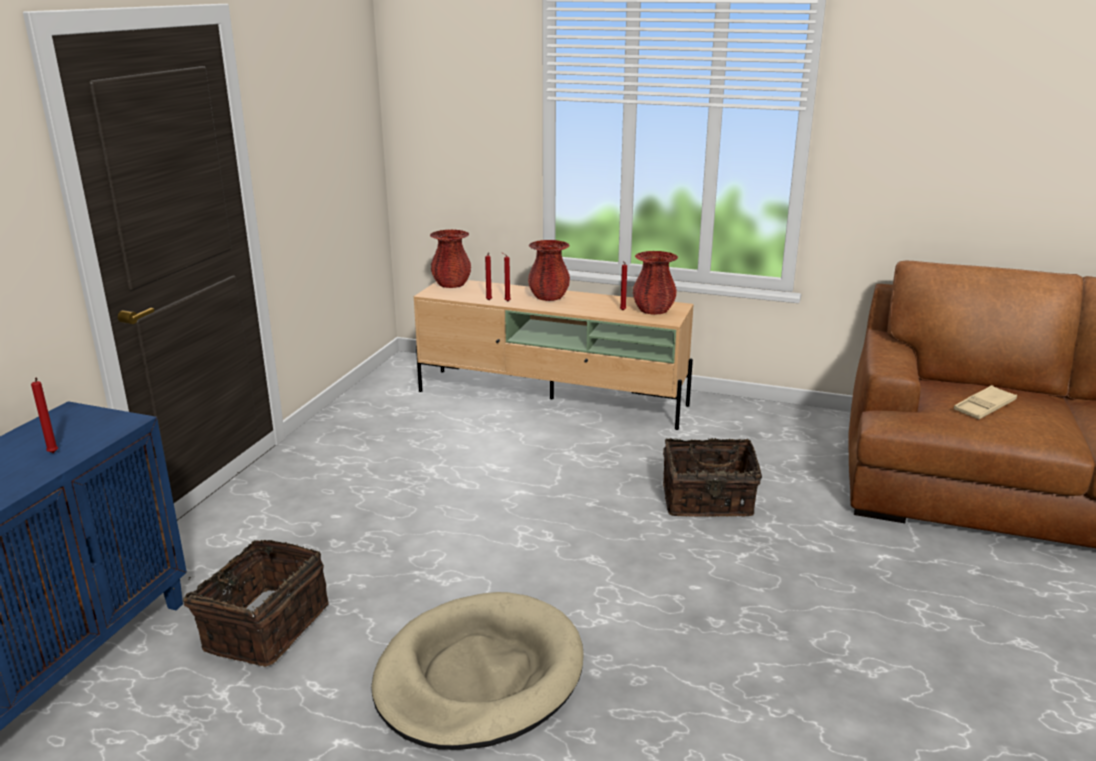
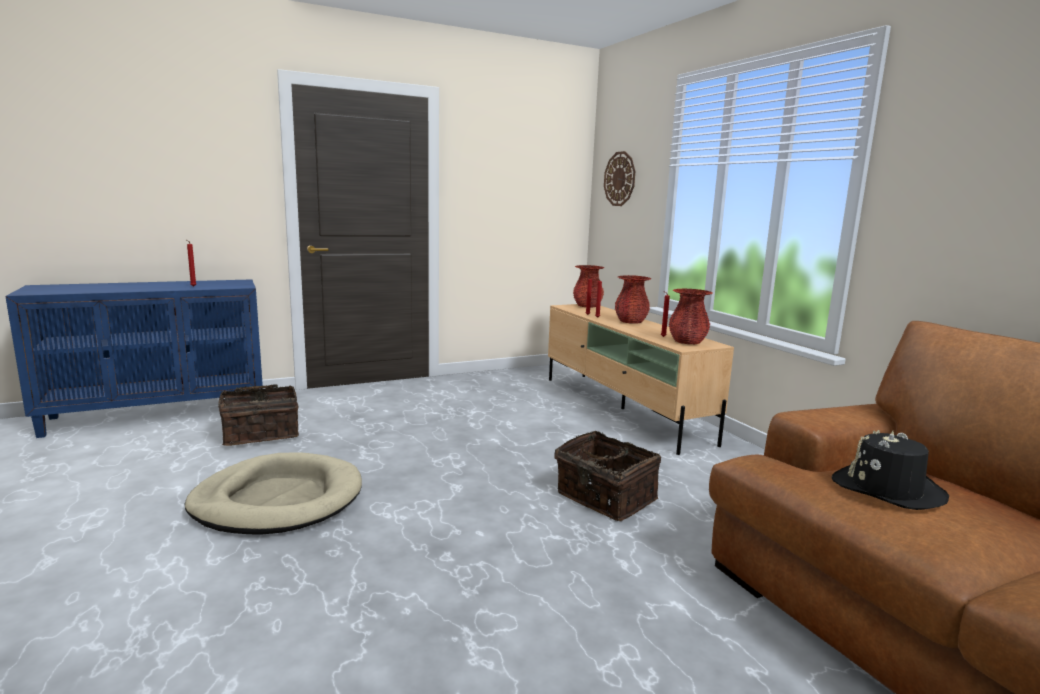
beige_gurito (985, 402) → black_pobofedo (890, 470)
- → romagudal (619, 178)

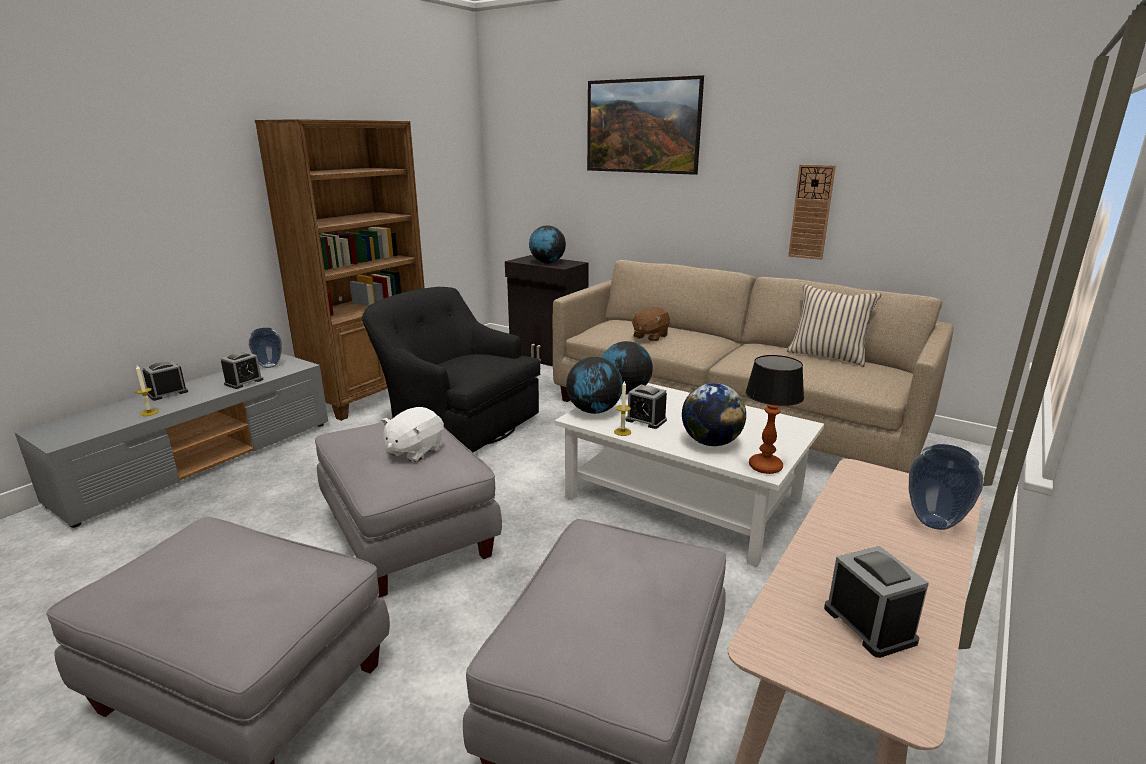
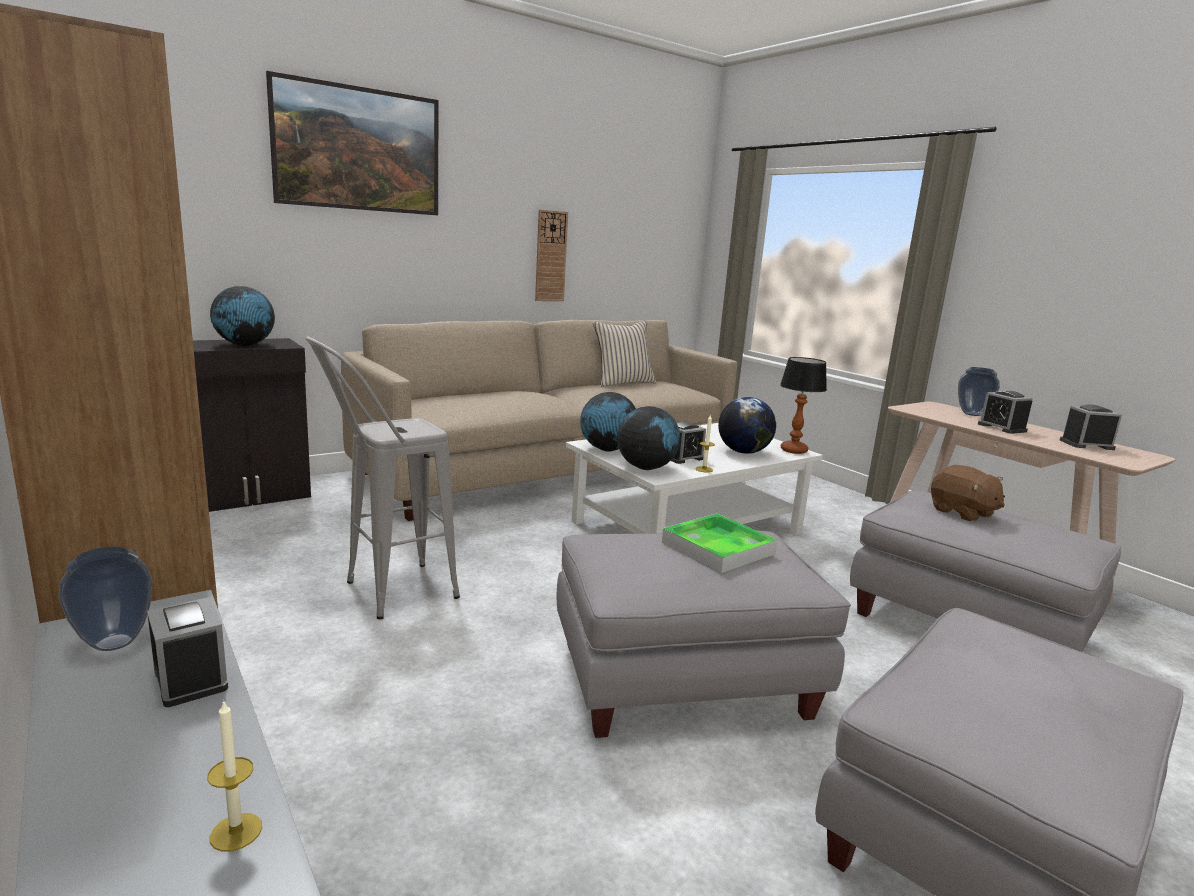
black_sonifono (451, 369) → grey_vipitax (382, 477)
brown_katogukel (650, 324) → brown_katogukel (968, 493), moved
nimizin (165, 381) → nimizin (1005, 412), moved
white_katogukel (412, 434) → gurito (719, 543)

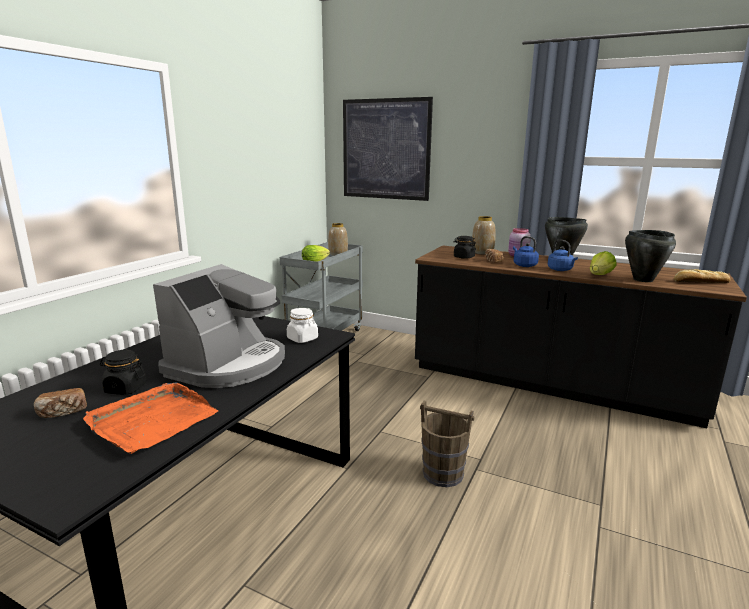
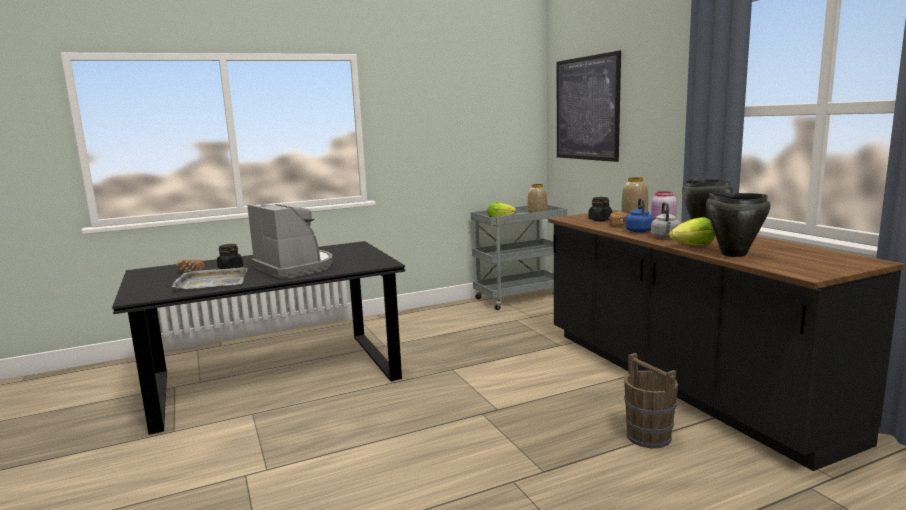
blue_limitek (563, 255) → grey_limitek (666, 220)
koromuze (219, 326) → koromuze (290, 241), 105 degrees counterclockwise
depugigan (702, 276) → -
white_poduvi (302, 325) → -
orange_gurito (151, 418) → grey_gurito (210, 278)
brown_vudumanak (447, 444) → brown_vudumanak (651, 401), moved

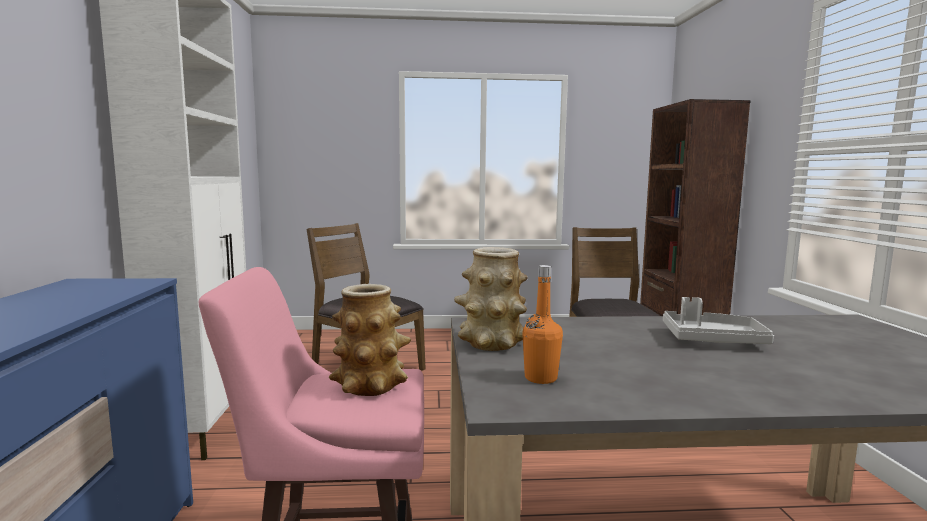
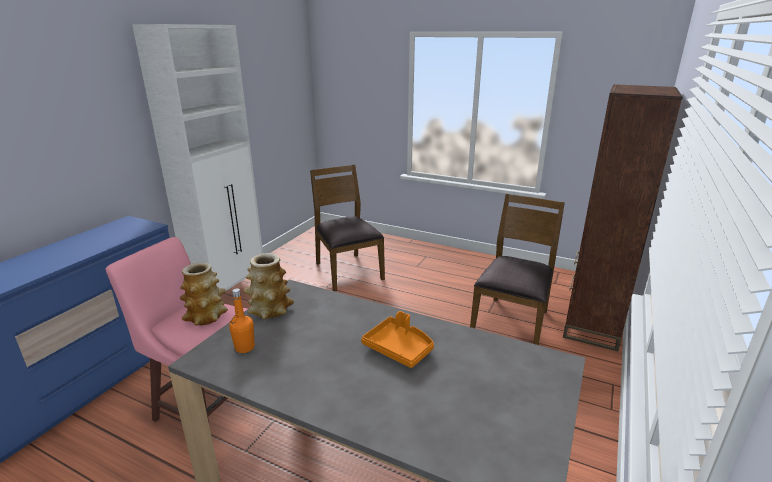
grey_gurito (718, 320) → orange_gurito (397, 339)

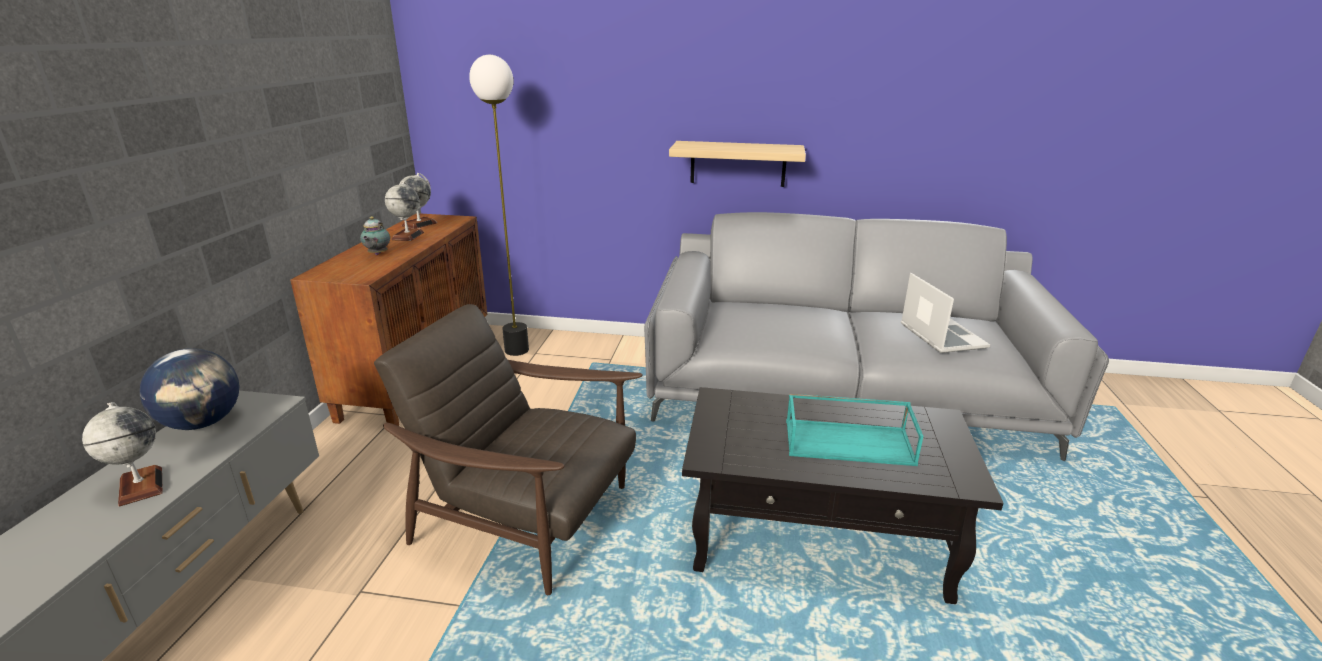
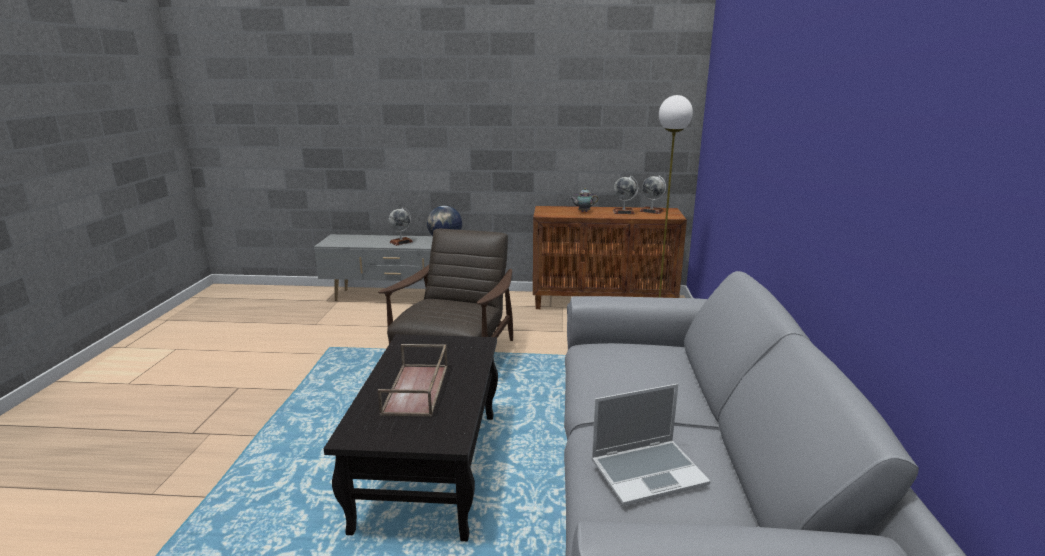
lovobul (737, 164) → -
turquoise_gurito (854, 430) → brown_gurito (413, 380)

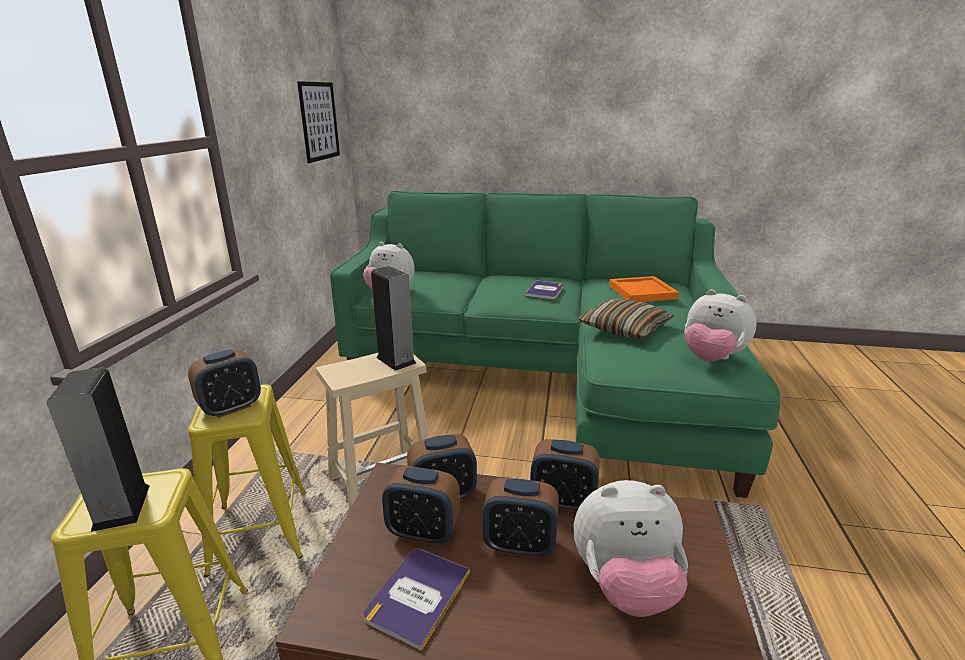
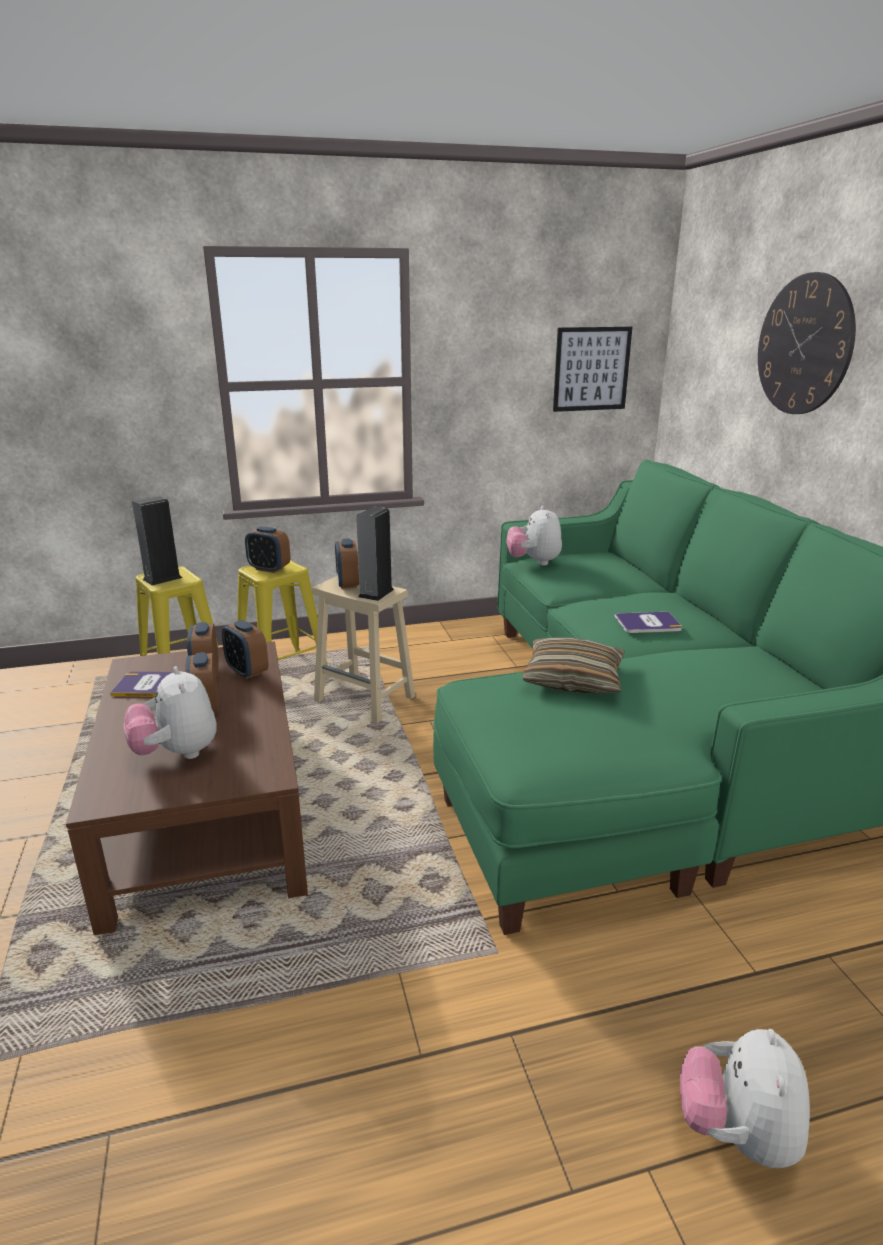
orange_gurito (644, 289) → -
katogukel (720, 325) → katogukel (745, 1098), moved
nimizin (565, 475) → nimizin (347, 563), moved
- → romagudal (807, 343)

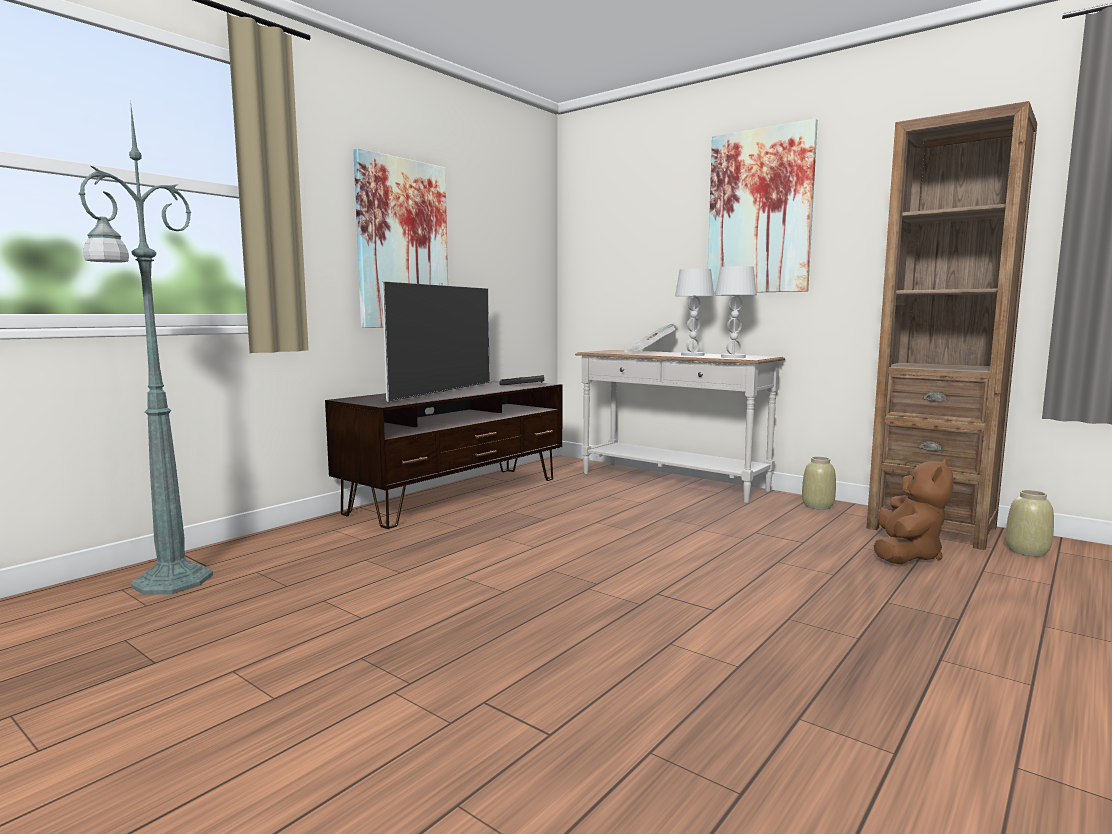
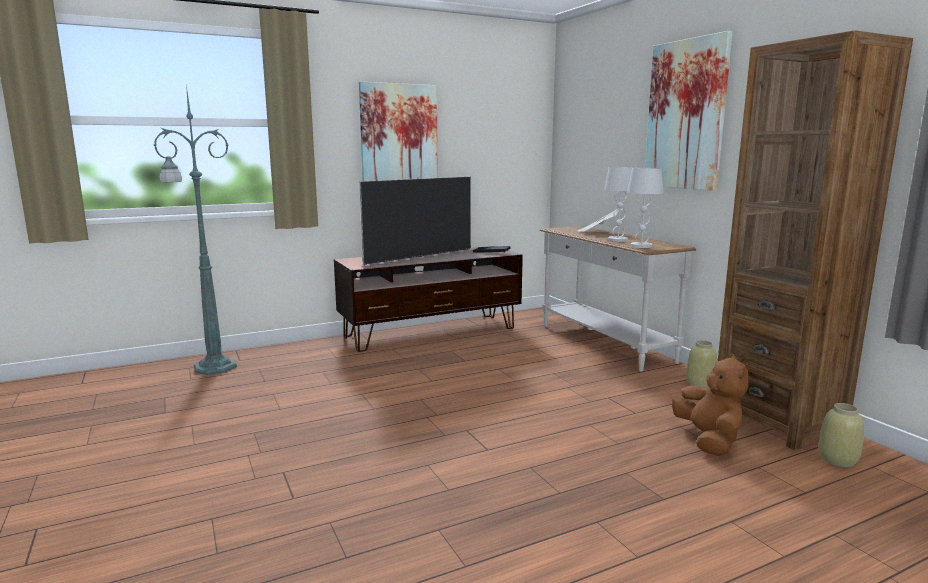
brown_katogukel (913, 511) → brown_katogukel (710, 405), 60 degrees counterclockwise

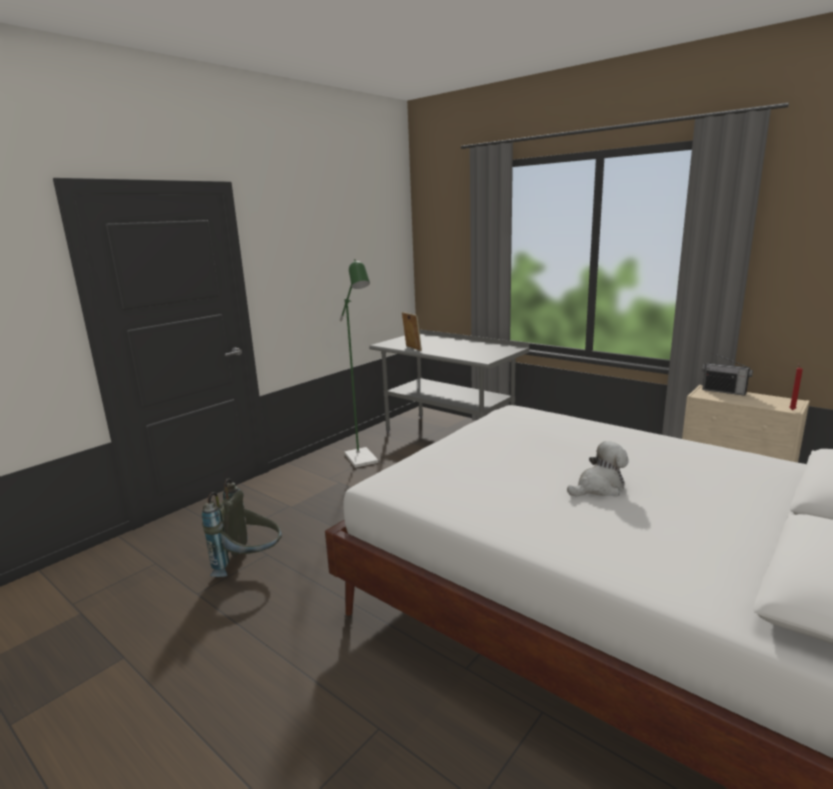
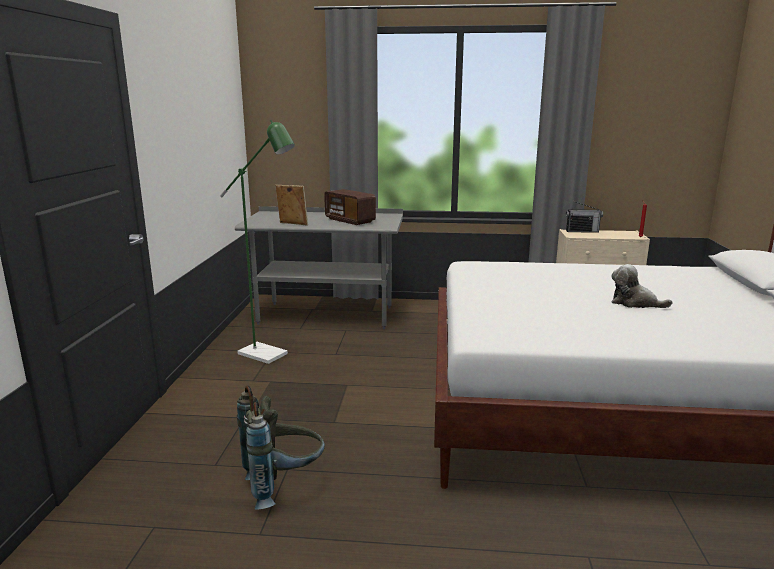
katogukel (598, 469) → katogukel (642, 286), 90 degrees counterclockwise
- → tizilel (350, 207)

